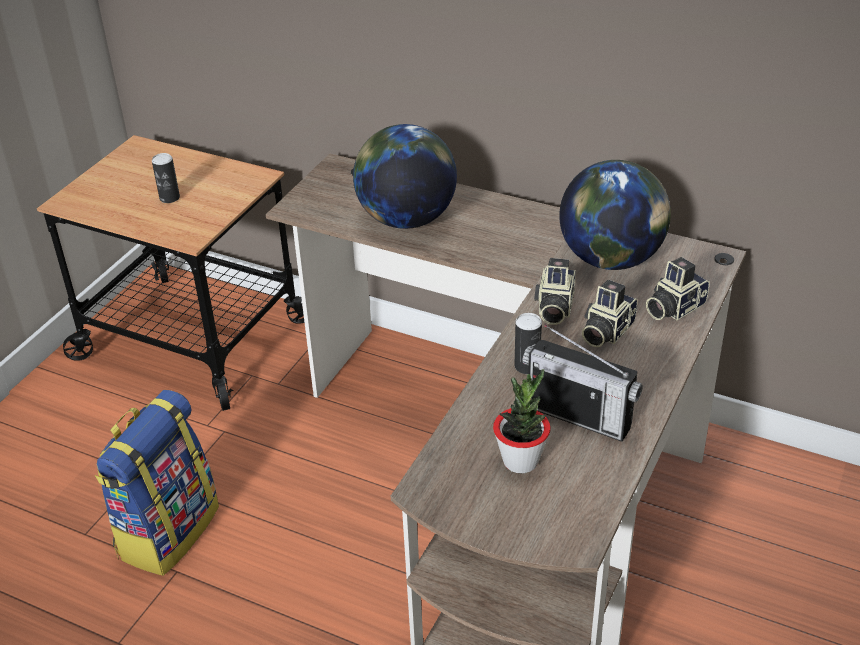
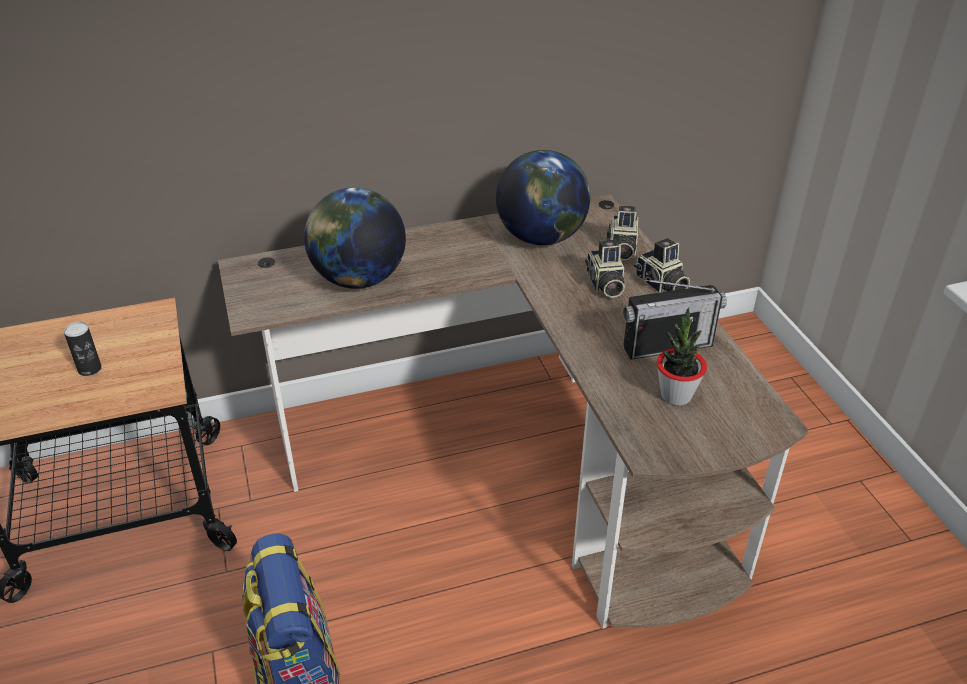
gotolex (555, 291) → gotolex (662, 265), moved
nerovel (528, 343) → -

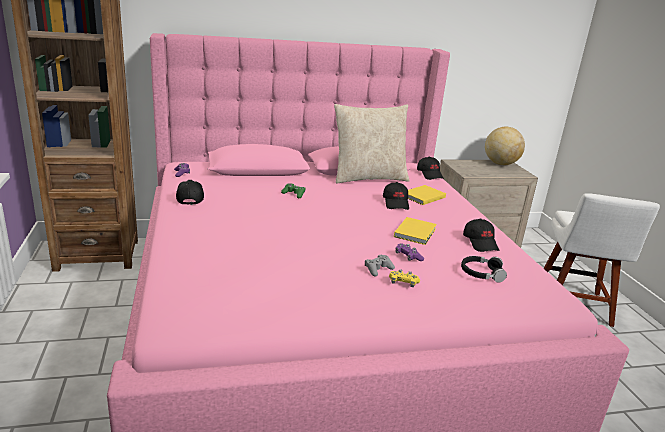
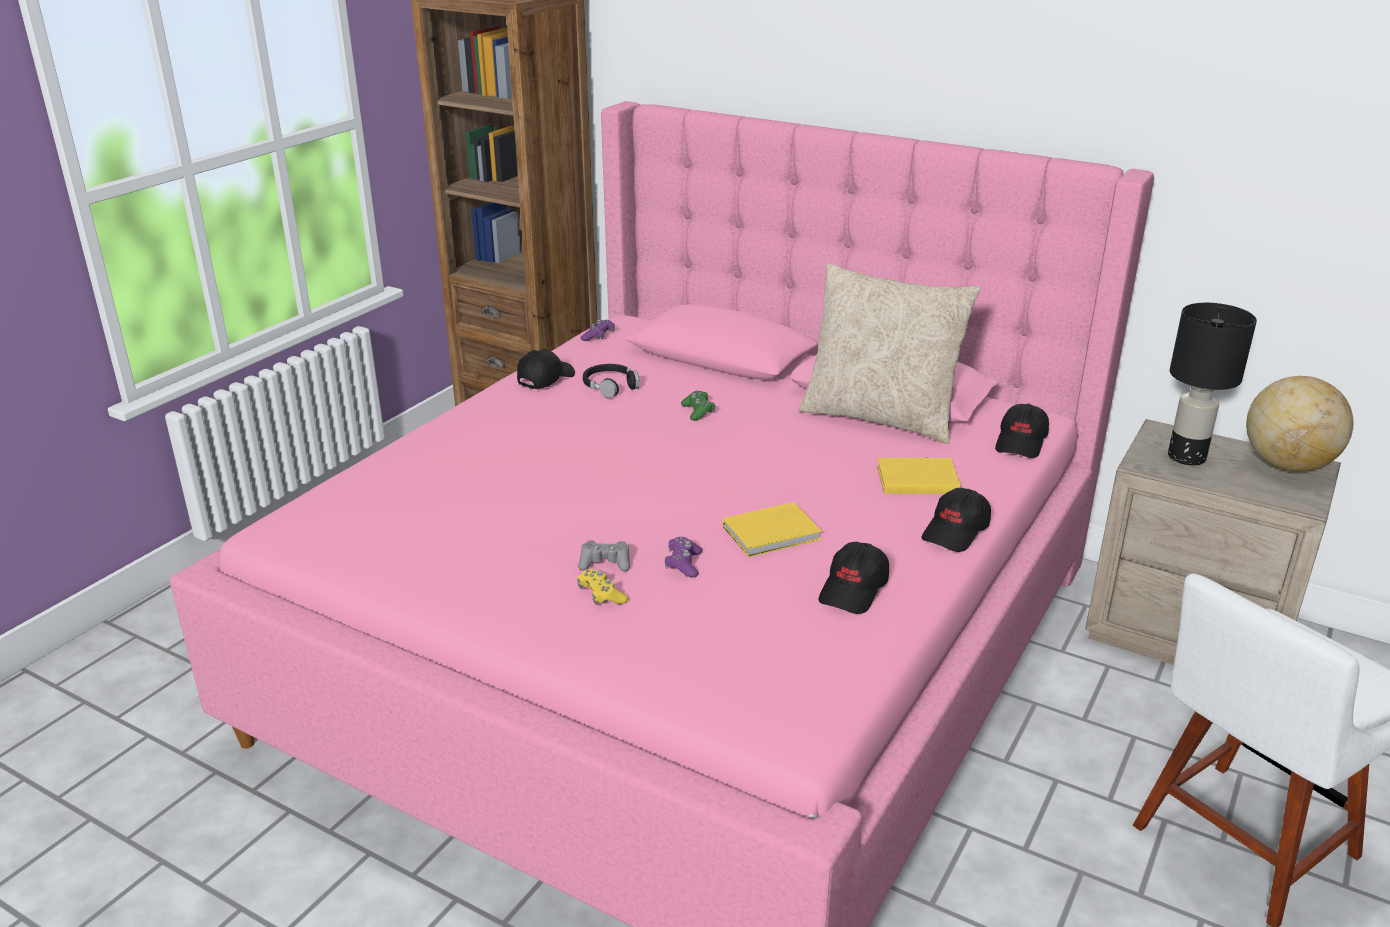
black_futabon (396, 196) → black_futabon (956, 520), moved
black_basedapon (484, 269) → black_basedapon (611, 381), moved
- → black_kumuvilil (1212, 384)

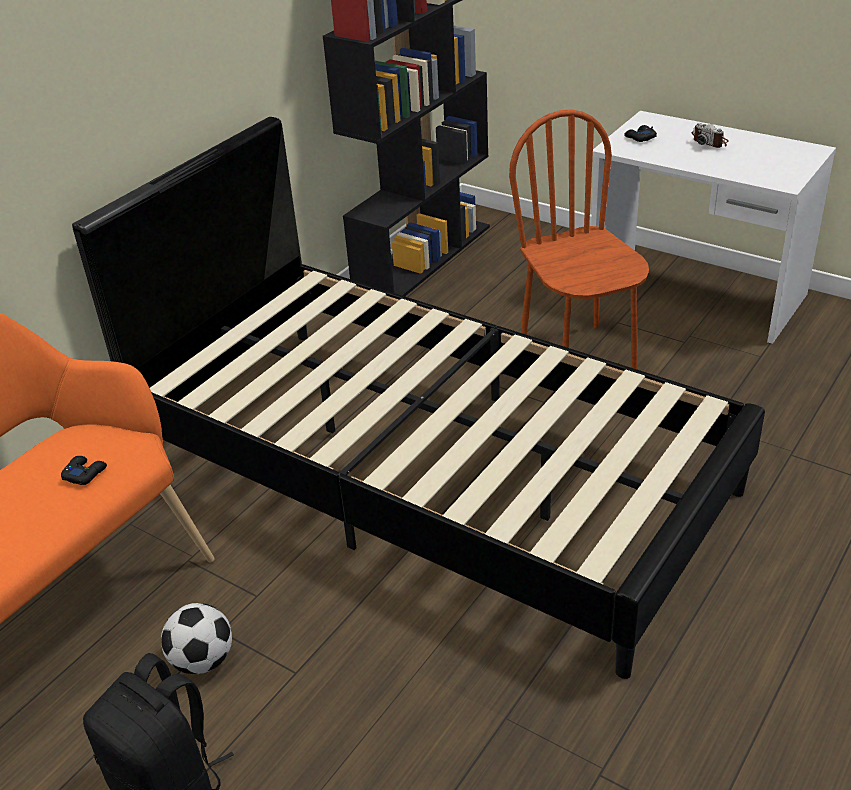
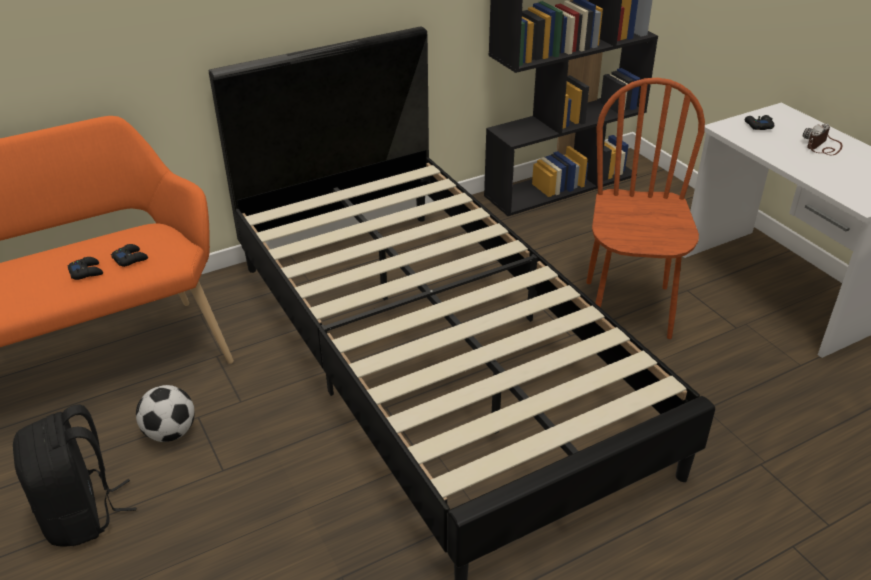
gotolex (710, 135) → gotolex (823, 139), 60 degrees clockwise
- → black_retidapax (85, 268)

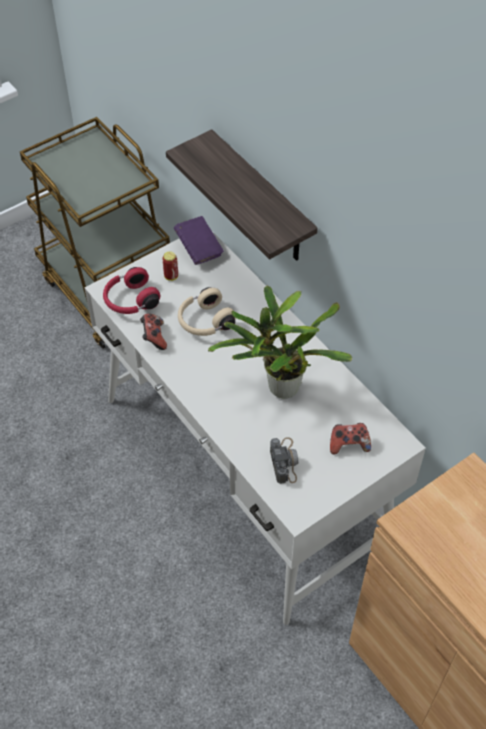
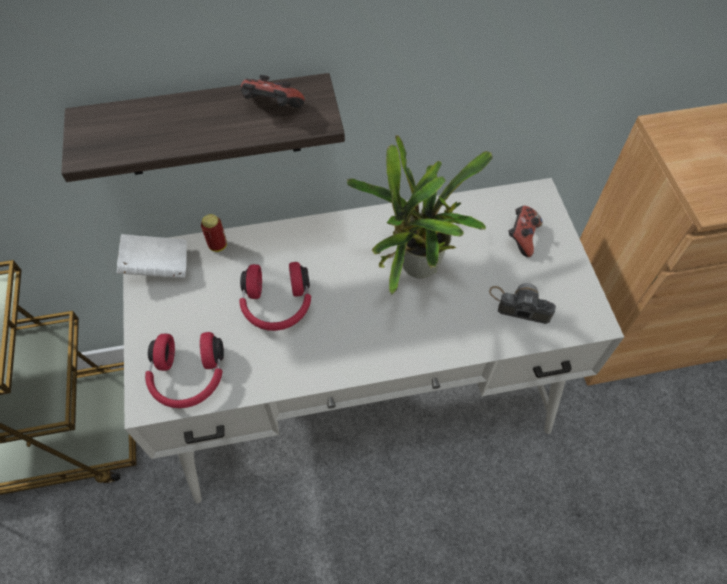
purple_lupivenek (199, 240) → white_lupivenek (152, 256)
nerovel (170, 266) → nerovel (214, 233), moved
beige_basedapon (207, 311) → red_basedapon (275, 296)
retidapax (153, 332) → retidapax (273, 91), moved

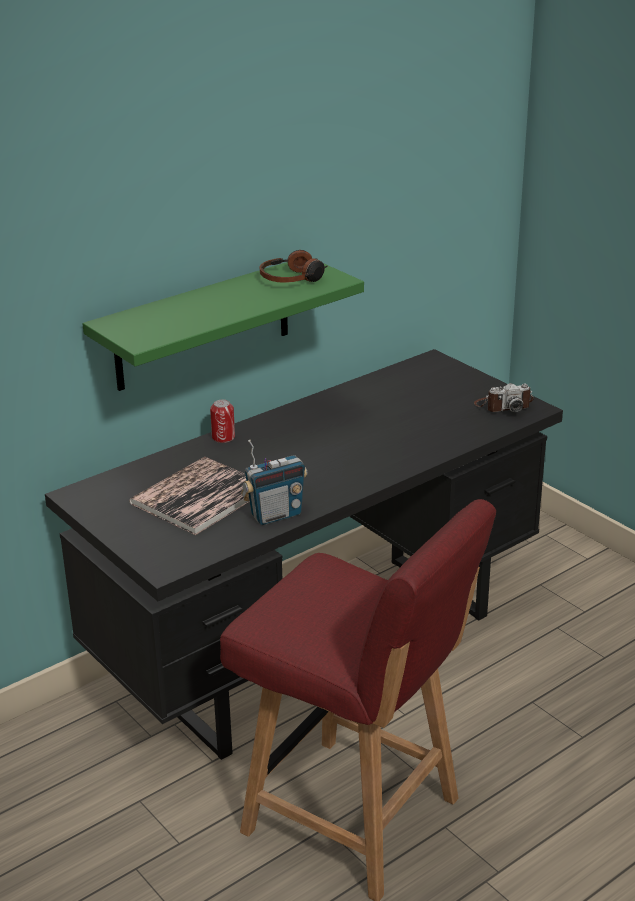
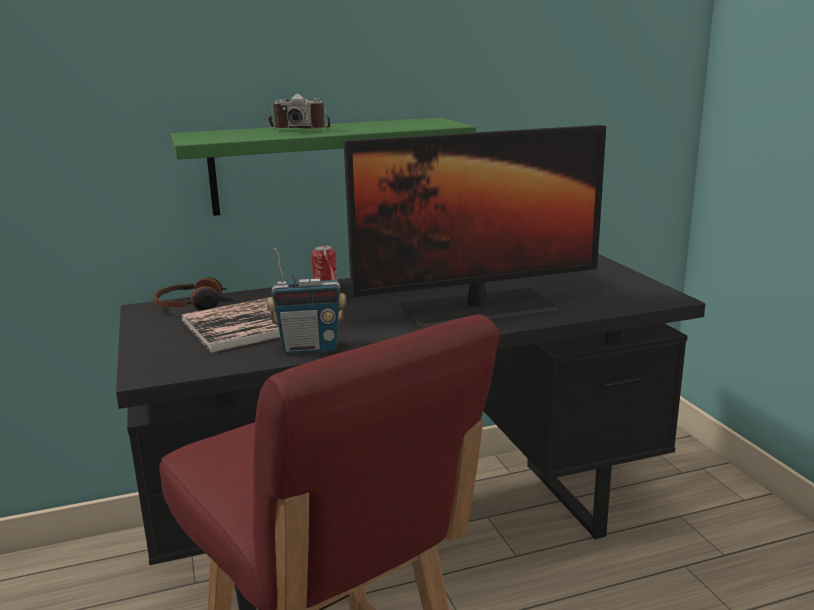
basedapon (293, 266) → basedapon (190, 293), moved
gotolex (504, 397) → gotolex (299, 111), moved
- → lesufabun (475, 226)

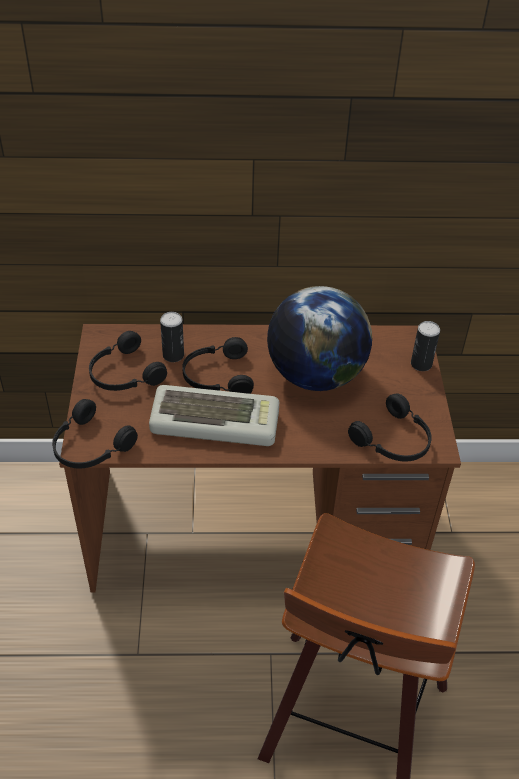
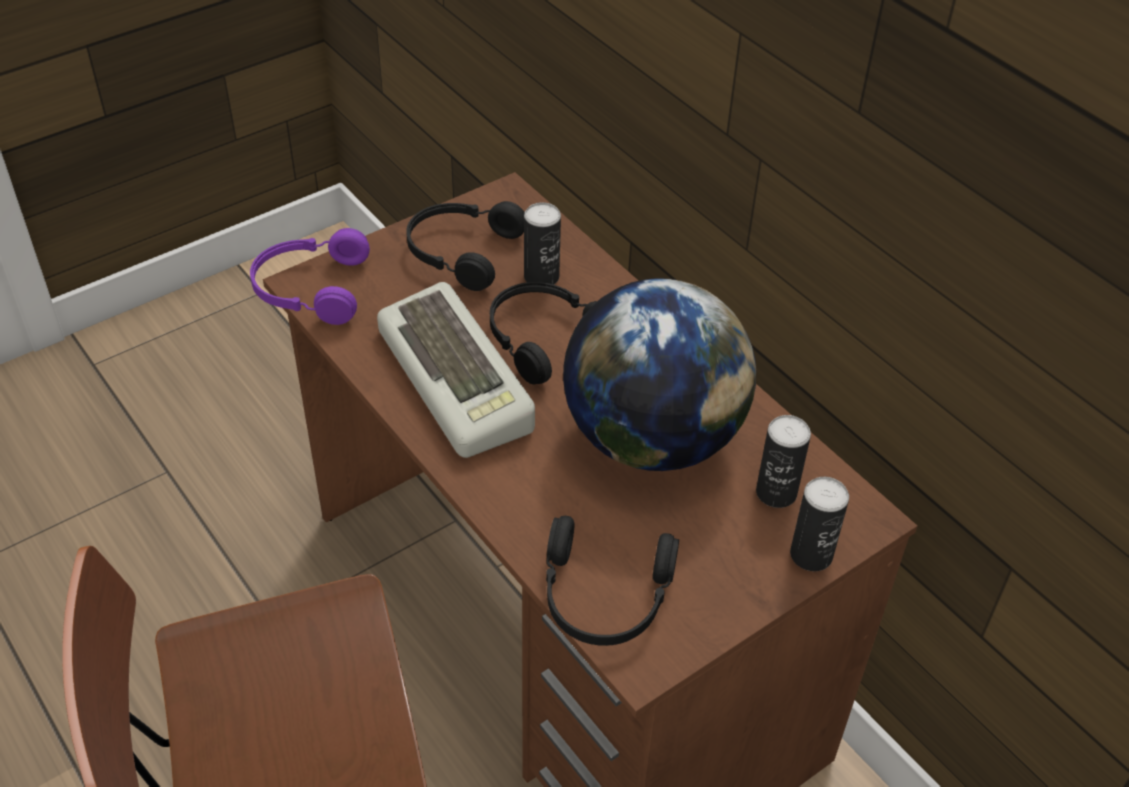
black_basedapon (95, 434) → purple_basedapon (310, 276)
- → nerovel (783, 461)

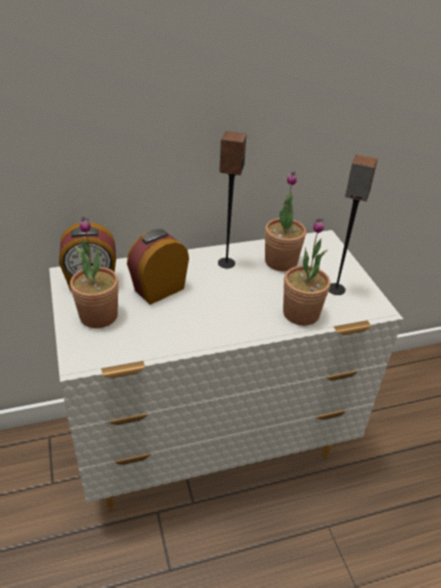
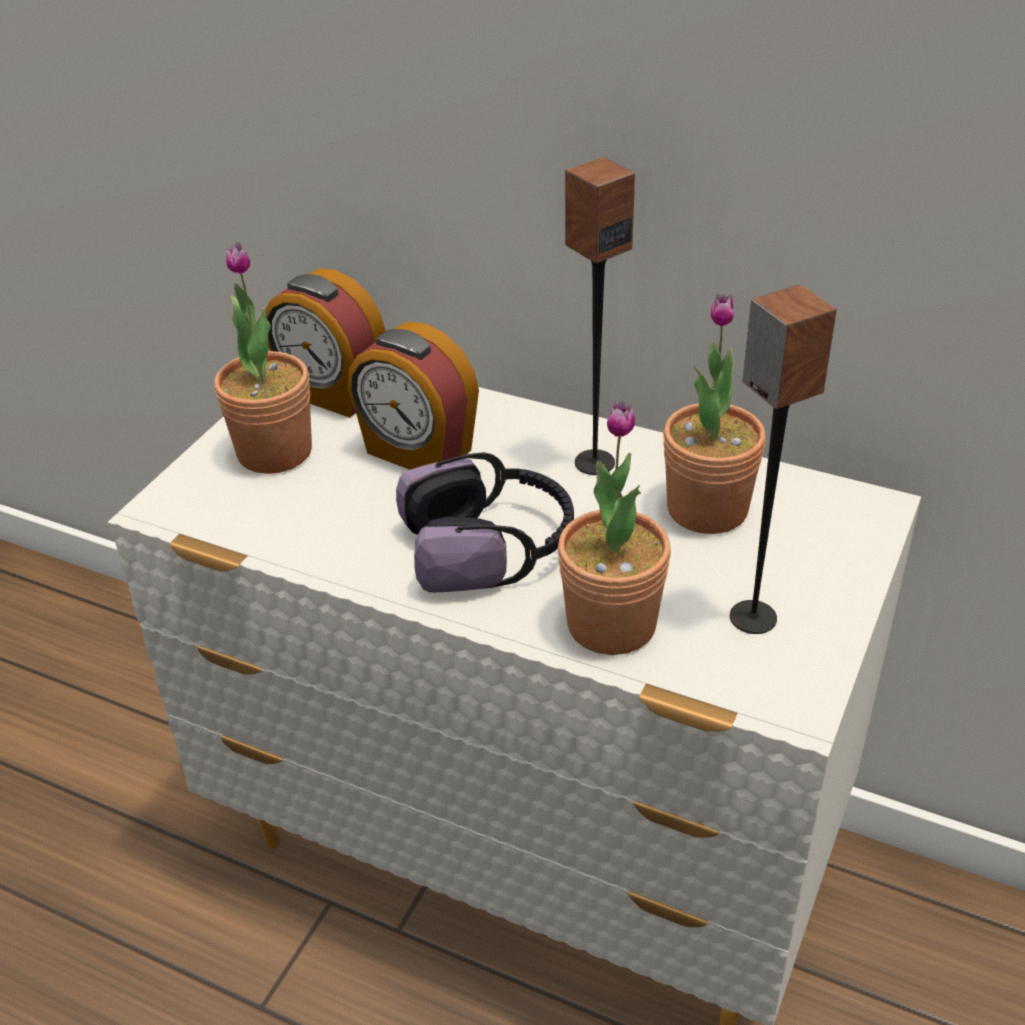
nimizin (158, 267) → nimizin (413, 396), 150 degrees counterclockwise
- → basedapon (485, 522)

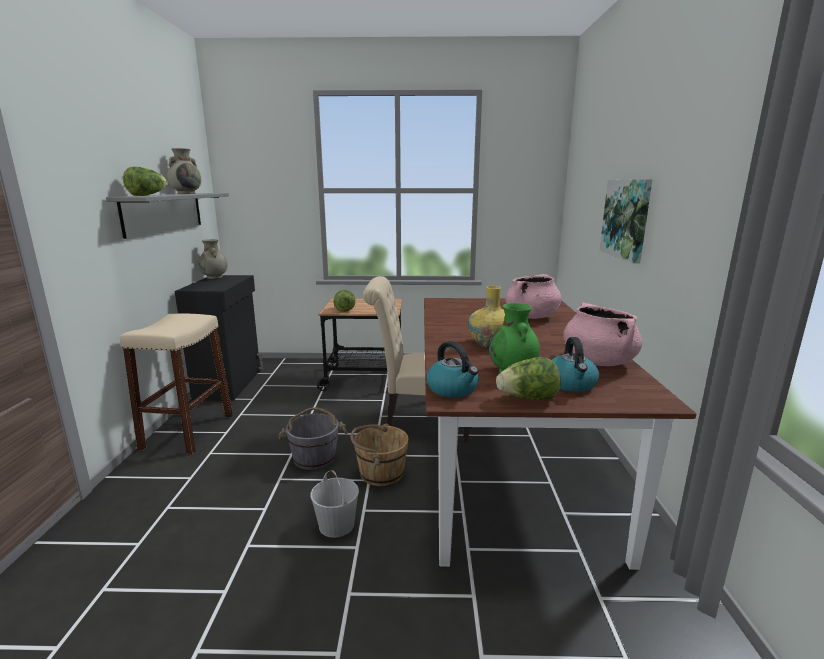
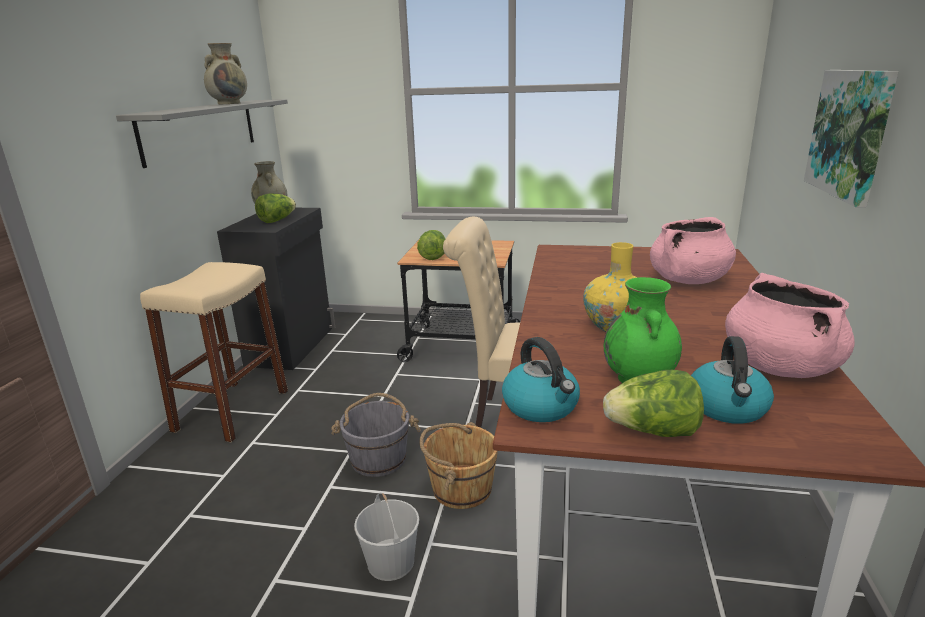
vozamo (145, 181) → vozamo (275, 208), moved

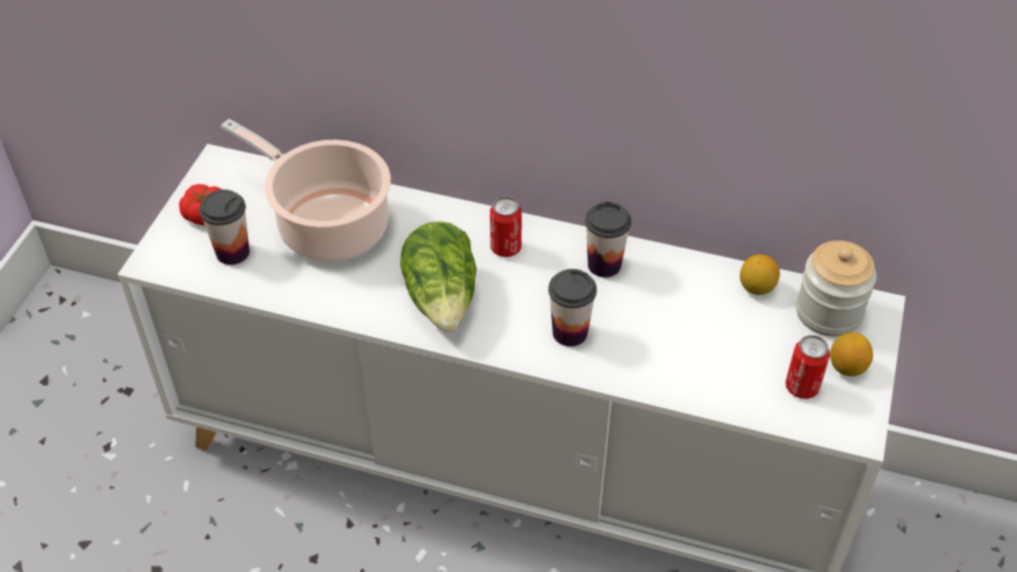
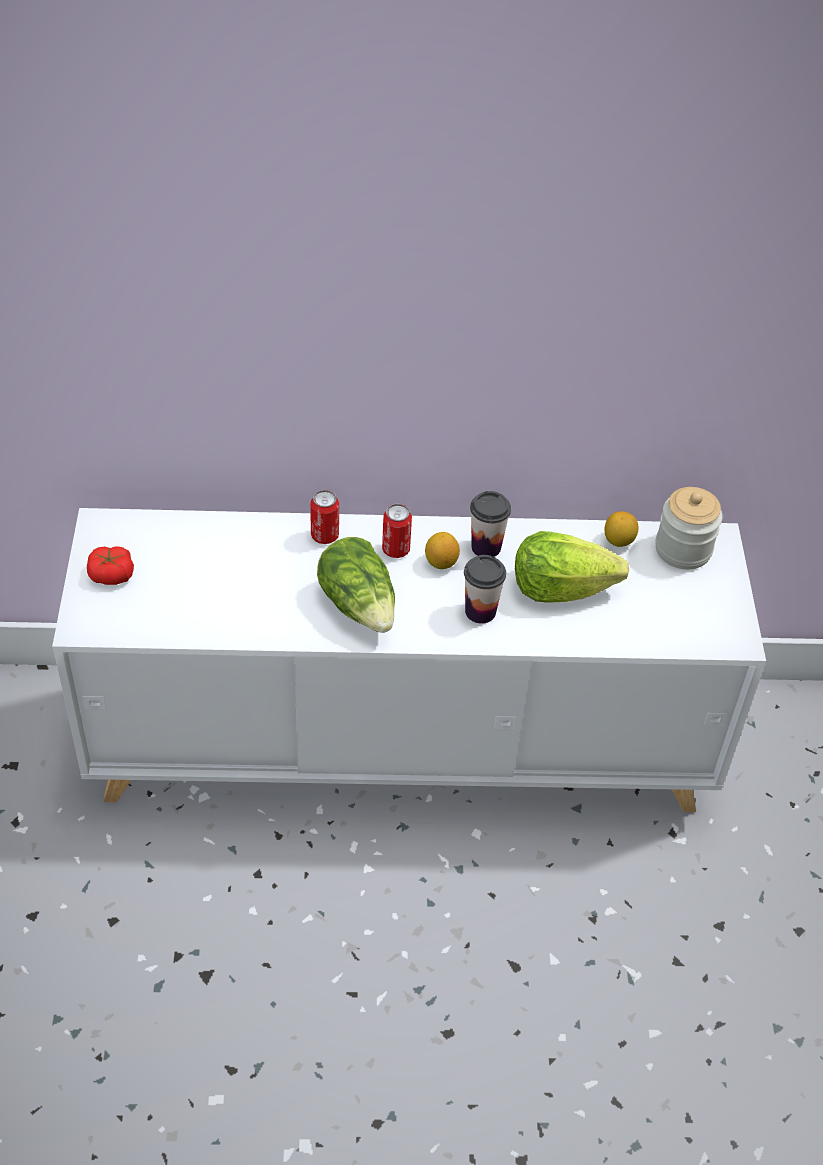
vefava (306, 190) → -
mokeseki (224, 227) → -
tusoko (851, 354) → tusoko (442, 550), moved
nerovel (808, 367) → nerovel (324, 517), moved
- → vozamo (572, 567)

